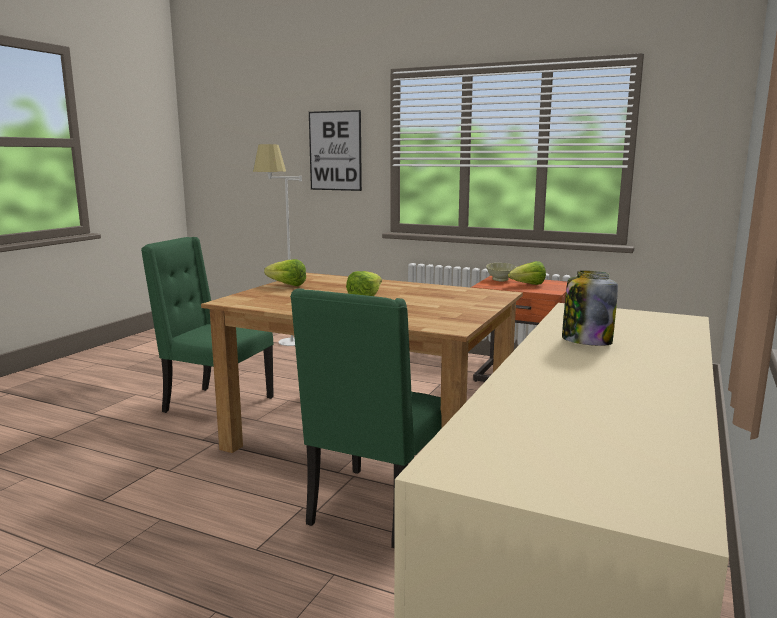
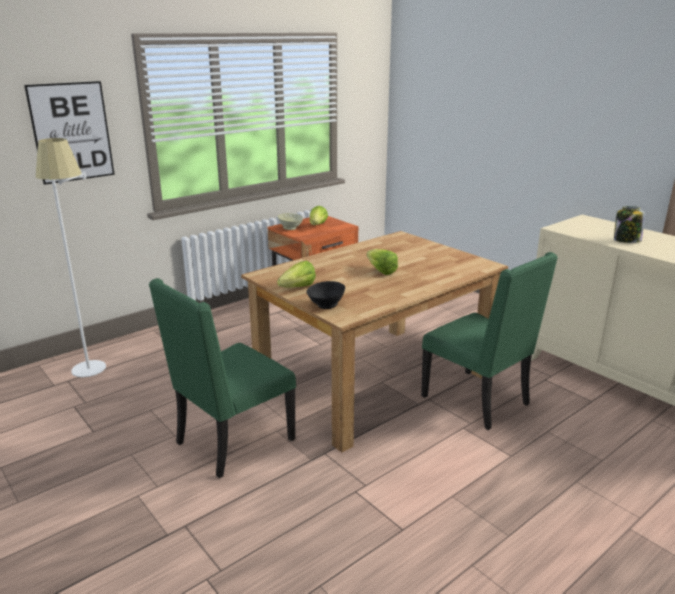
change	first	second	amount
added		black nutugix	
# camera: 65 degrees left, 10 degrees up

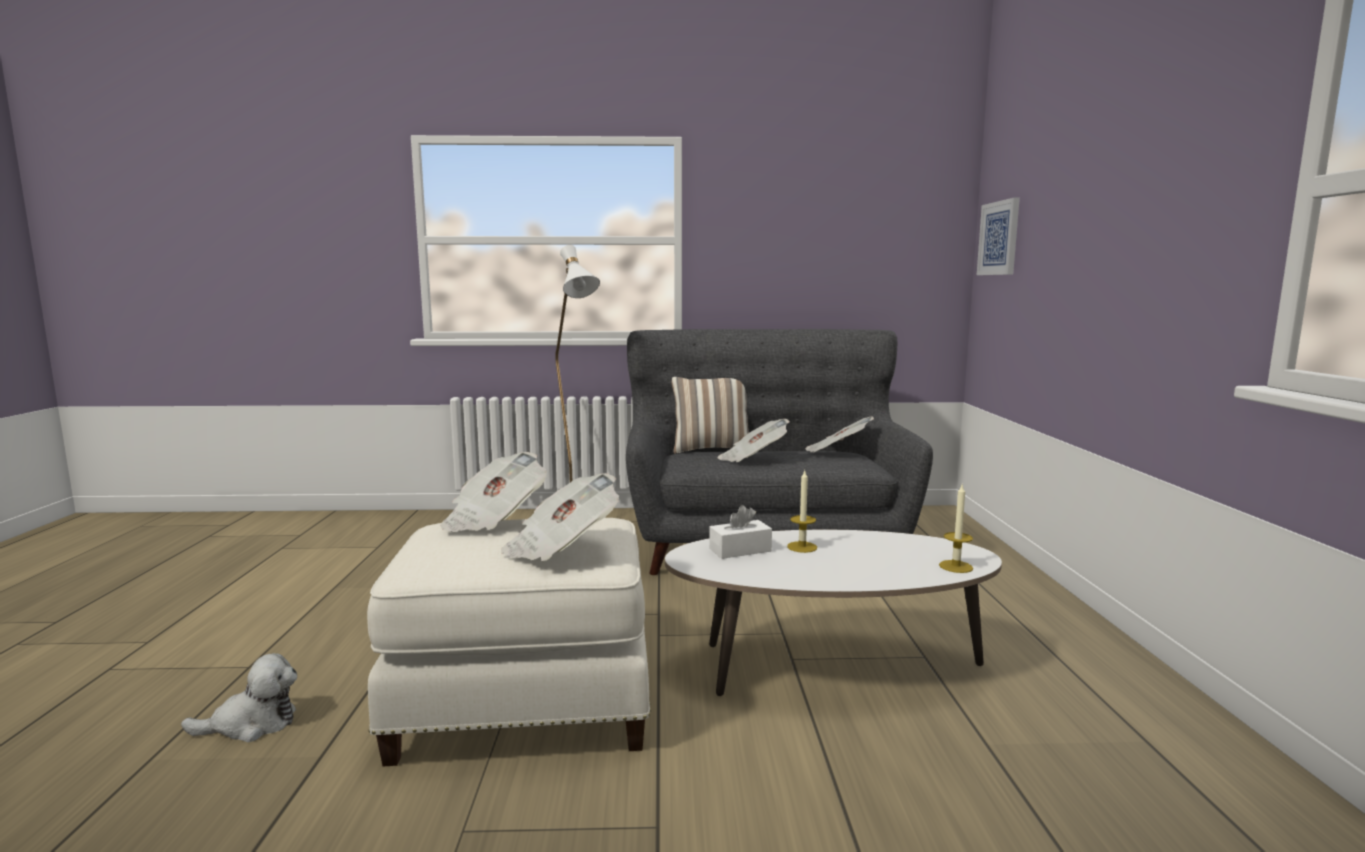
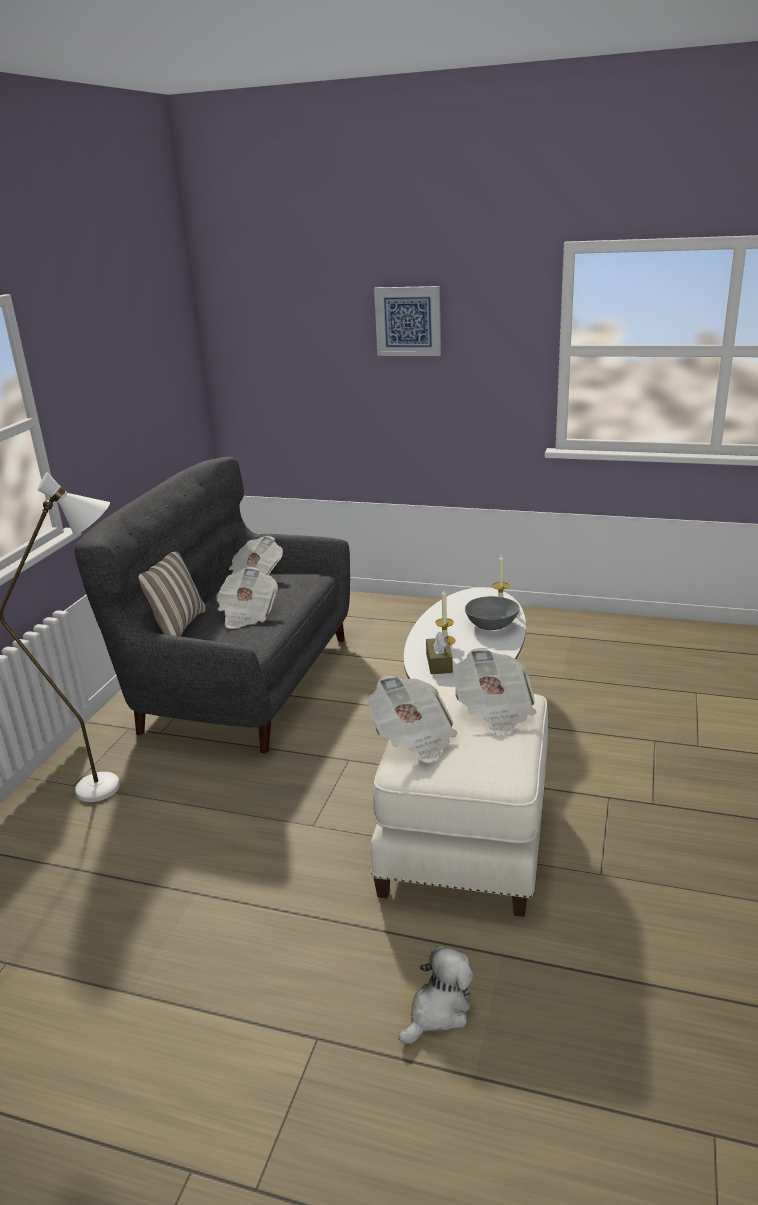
change	first	second	amount
moved	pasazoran		
recoloured	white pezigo	brown pezigo	
turned	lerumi		45 degrees clockwise
added		grey nutugix	
# camera: 70 degrees left, 15 degrees up

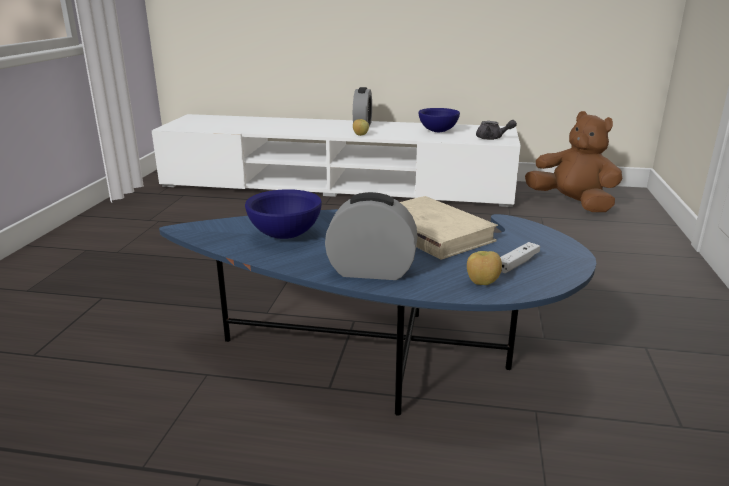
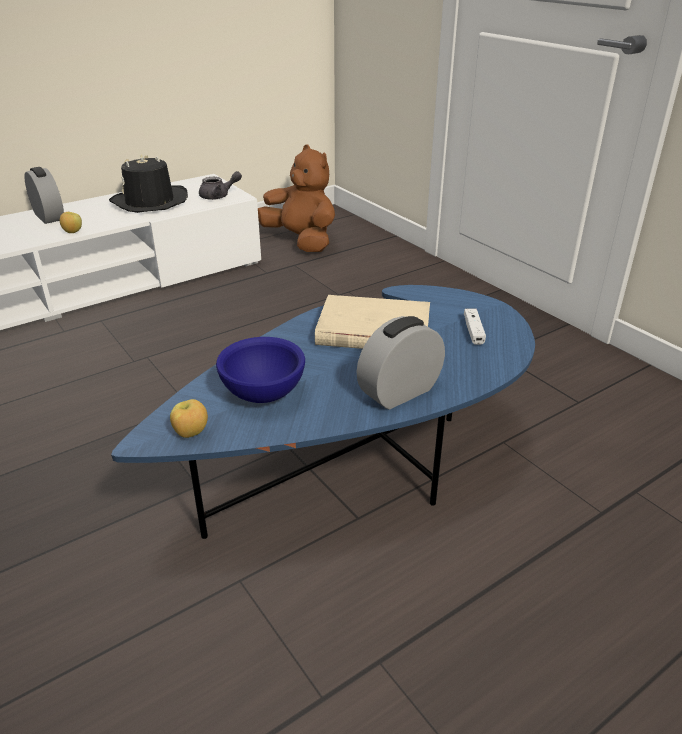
change	first	second	amount
replaced	blue nutugix (2nd from left)	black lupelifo	
turned	brown lerumi		45 degrees clockwise
moved	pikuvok (2nd from left)		
# camera: 45 degrees left, 10 degrees up

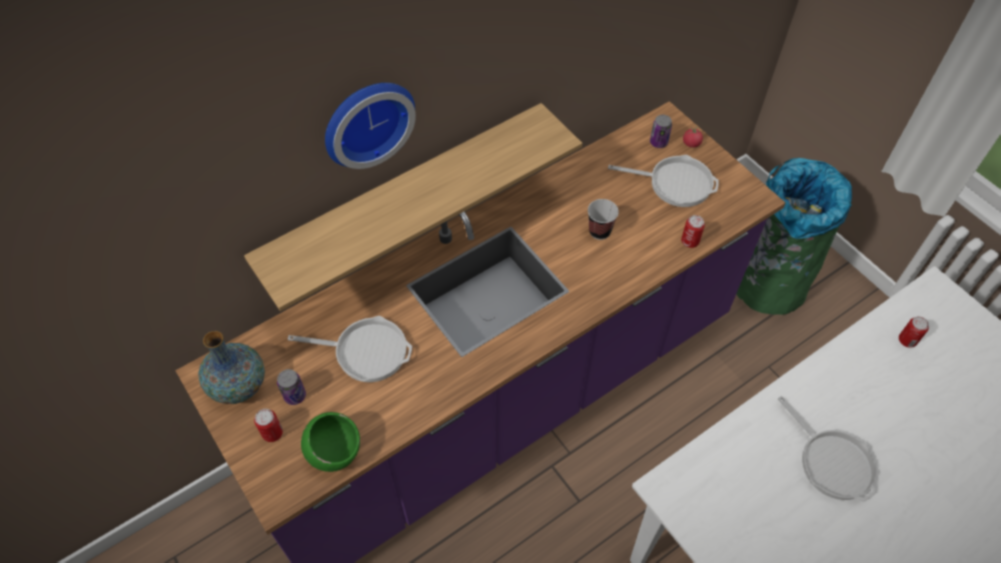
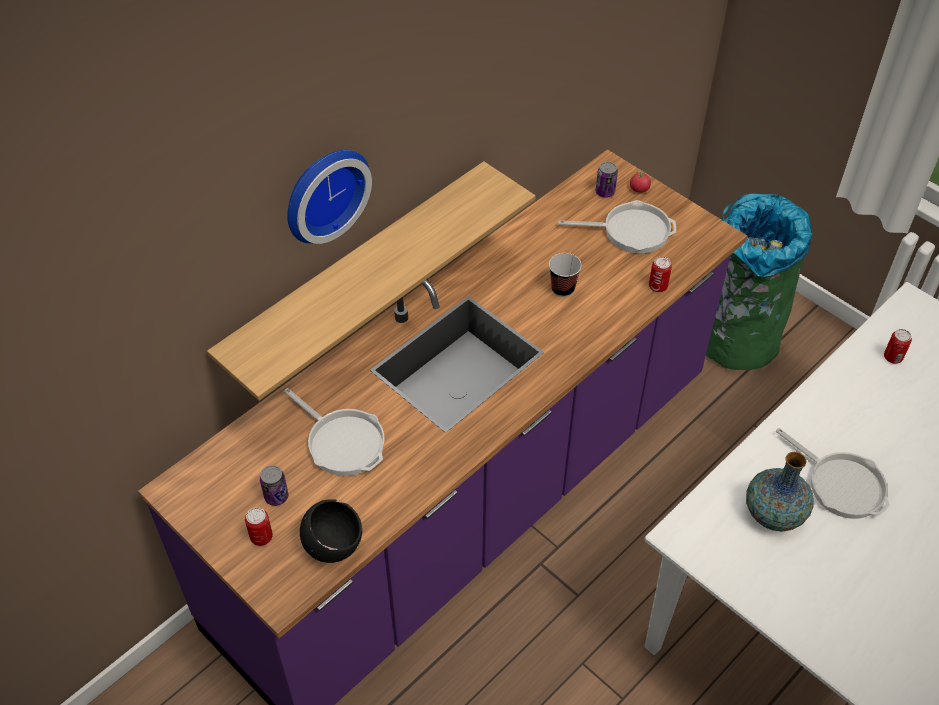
change	first	second	amount
turned	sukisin (1st from left)		45 degrees clockwise
moved	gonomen		
recoloured	green nutugix	black nutugix	
# camera: 10 degrees left, 5 degrees down

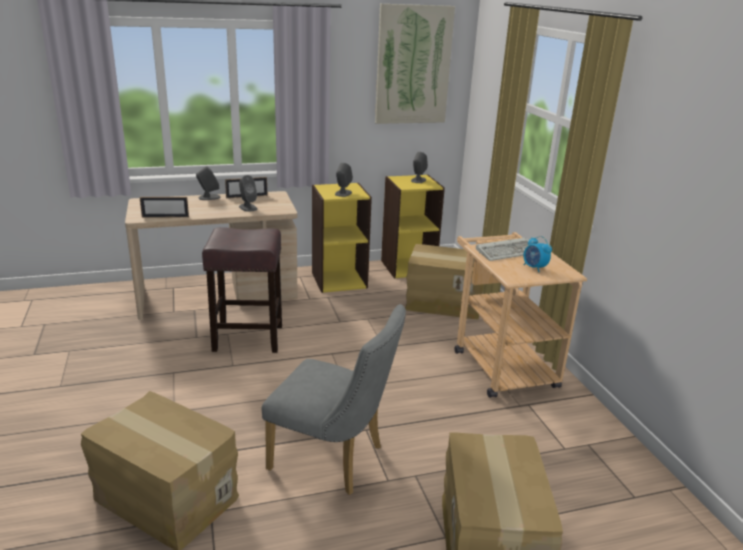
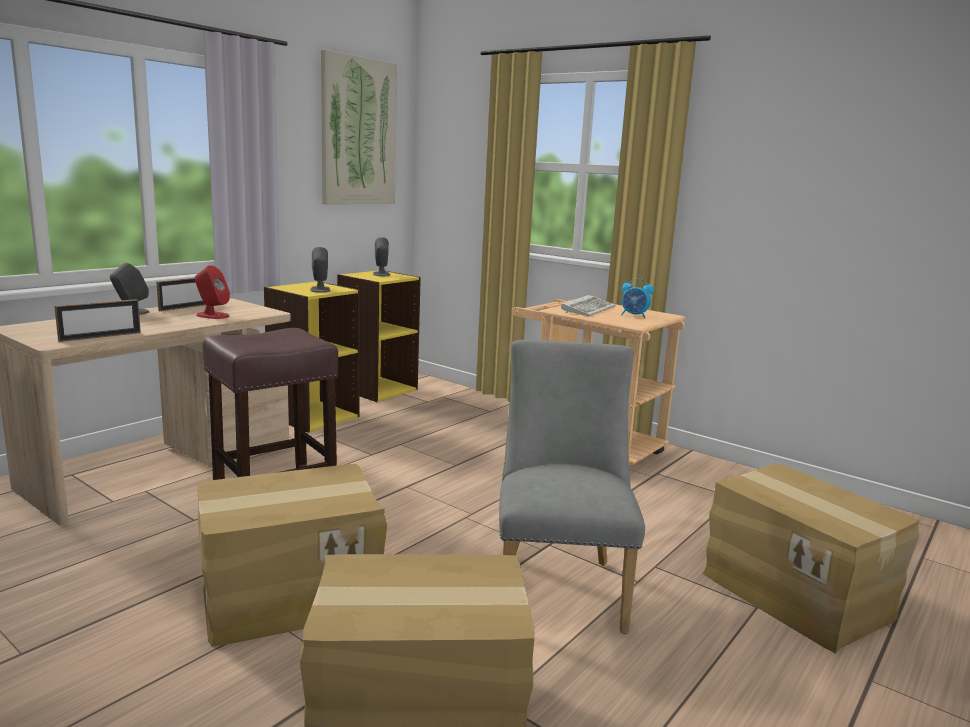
change	first	second	amount
recoloured	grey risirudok (2nd from left)	red risirudok	
moved	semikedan (2nd from left in the first image)	semikedan (1st from left)	
turned	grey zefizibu		75 degrees counterclockwise
# camera: 35 degrees left, 10 degrees down

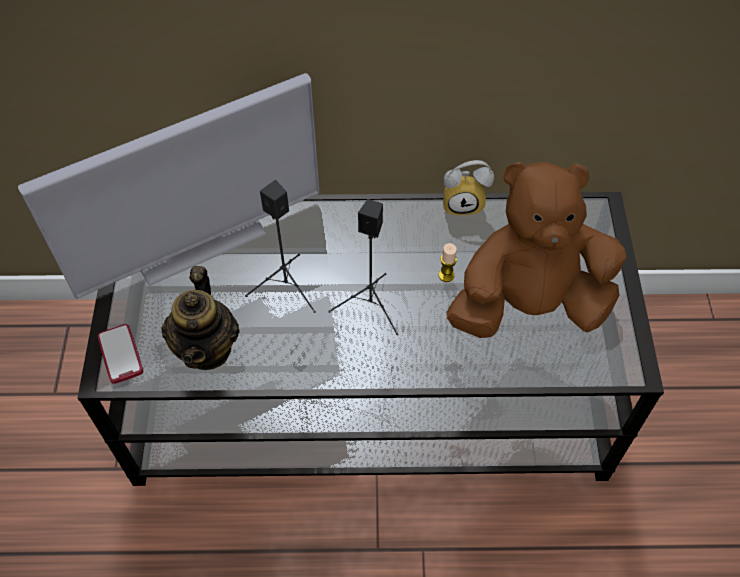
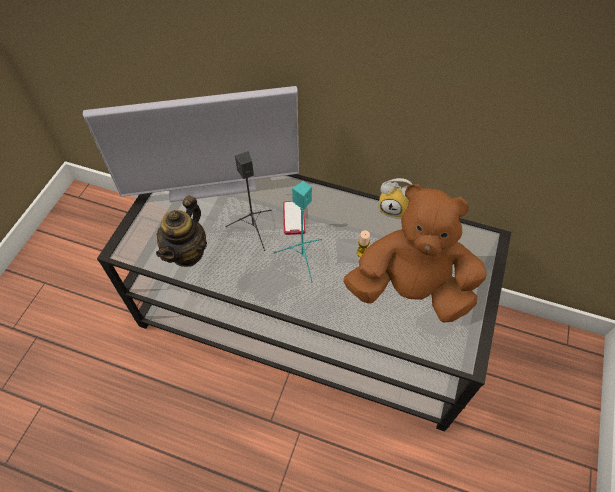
change	first	second	amount
recoloured	black risirudok (2nd from left)	turquoise risirudok	
moved	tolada		
# camera: 20 degrees right, 0 degrees up

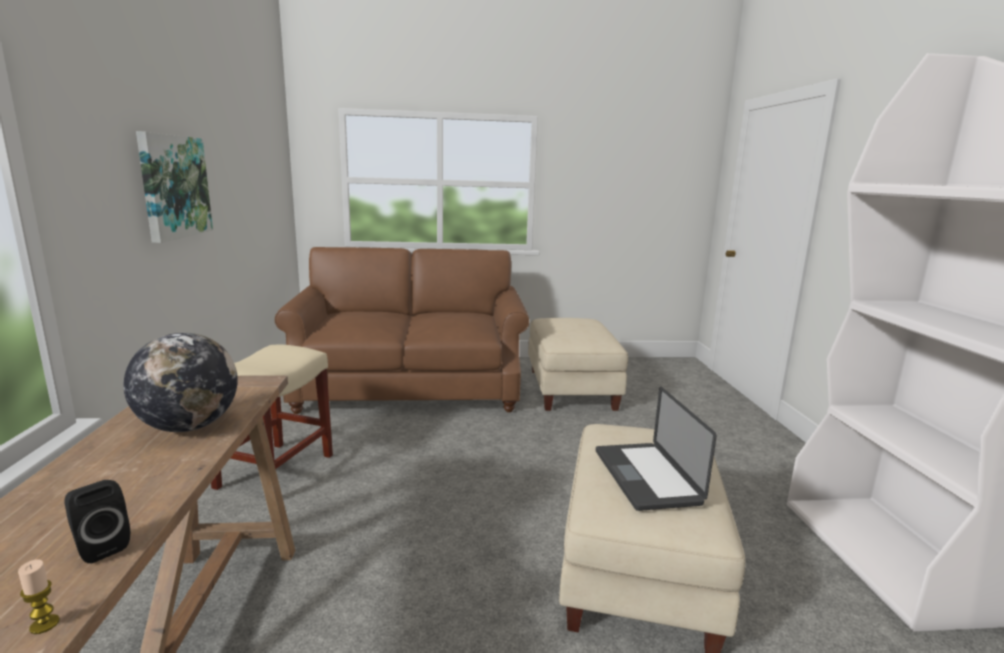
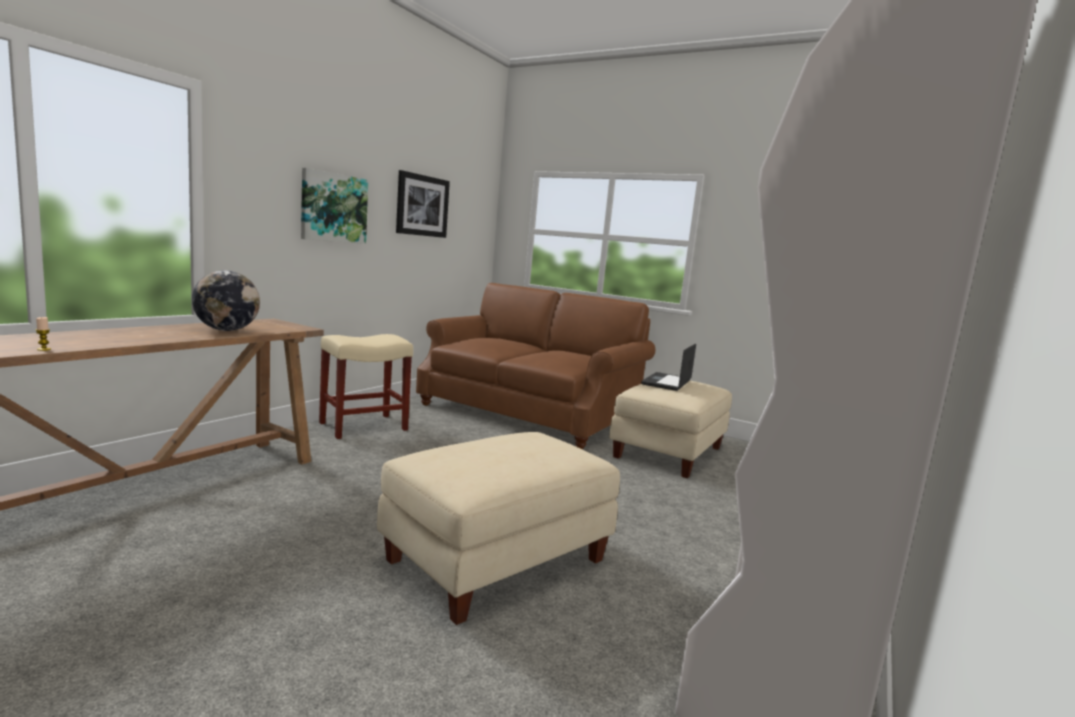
change	first	second	amount
moved	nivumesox		
removed	black risirudok		
added		pasazoran (2nd from left)	
# camera: 35 degrees right, 5 degrees down

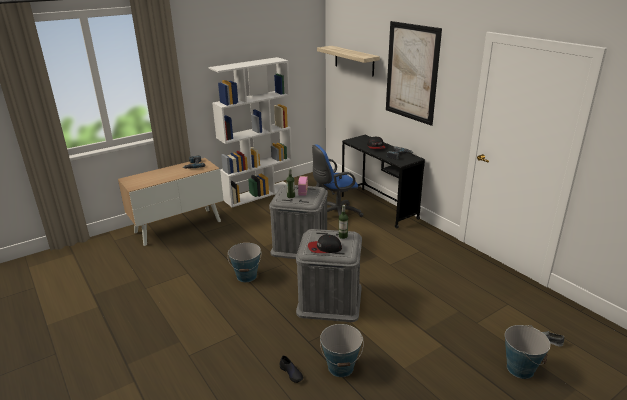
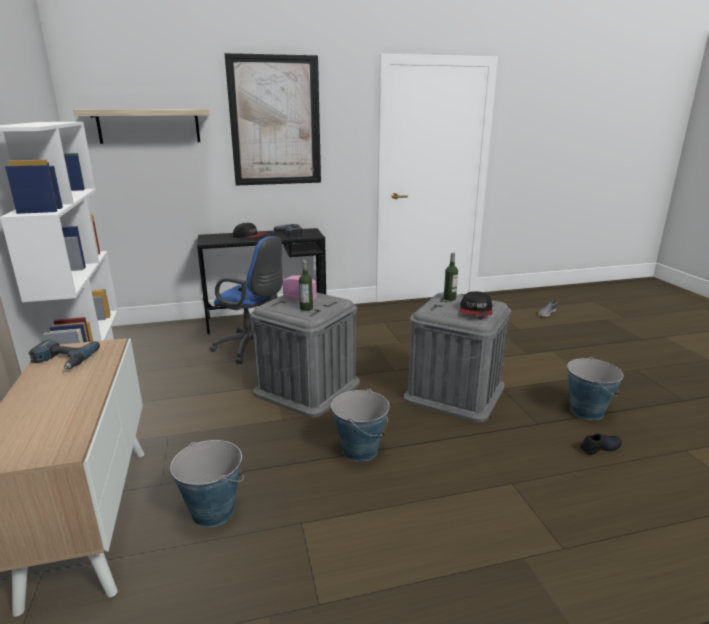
change	first	second	amount
turned	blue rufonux		60 degrees counterclockwise
moved	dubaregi (3rd from left in the first image)	dubaregi (1st from left)	
# camera: 70 degrees left, 5 degrees down

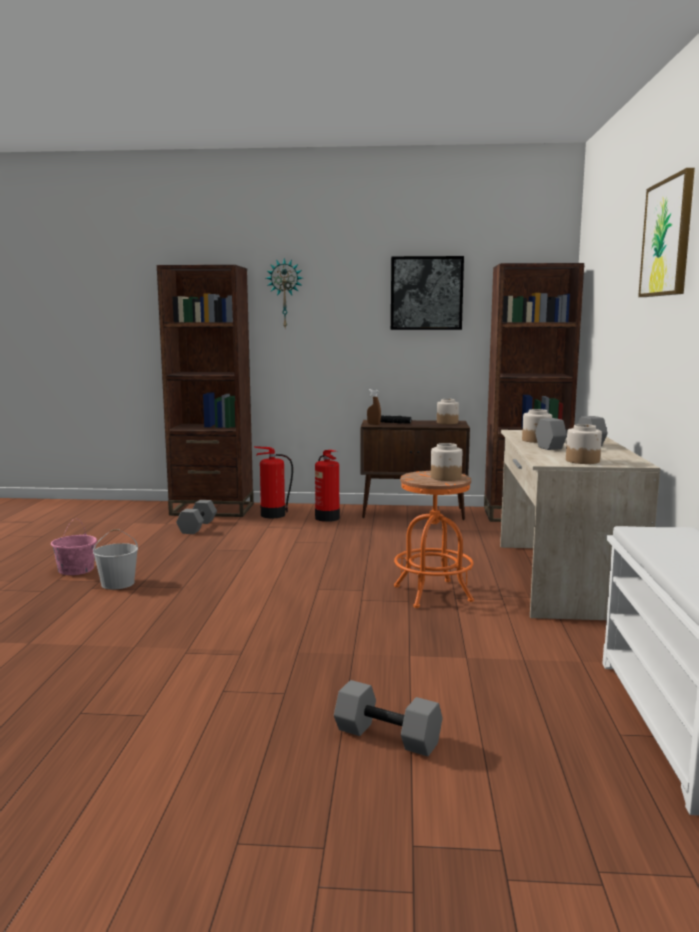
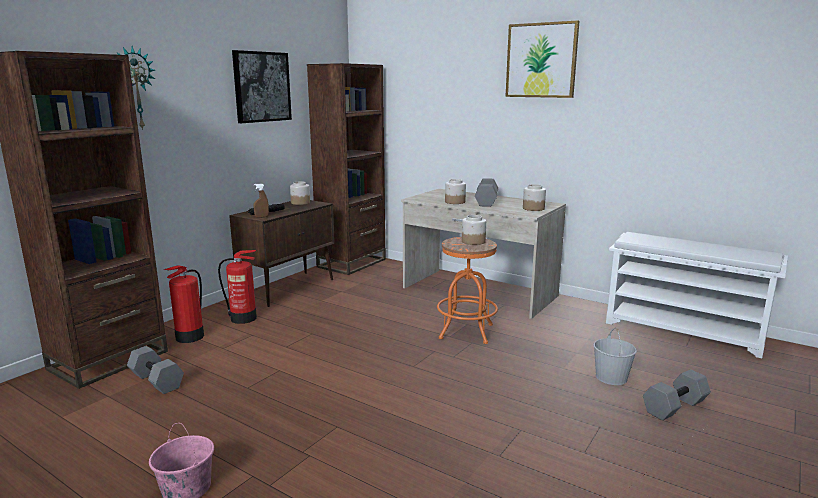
change	first	second	amount
moved	white dubaregi		
# camera: 60 degrees left, 5 degrees up

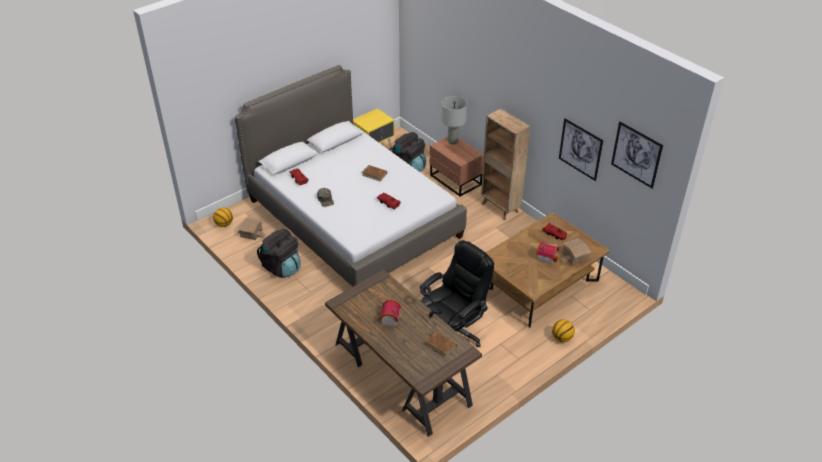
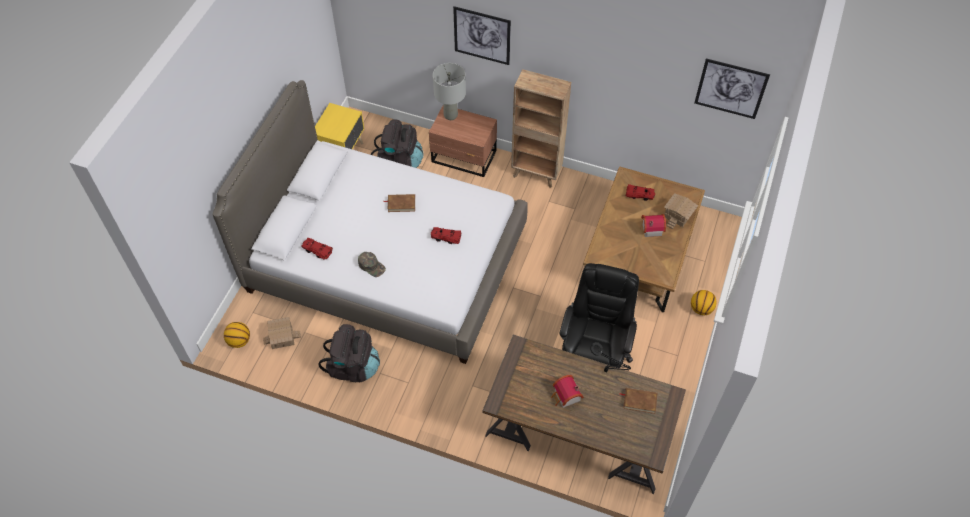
change	first	second	amount
moved	pasazoran (1st from left)		
# camera: 30 degrees left, 15 degrees up

